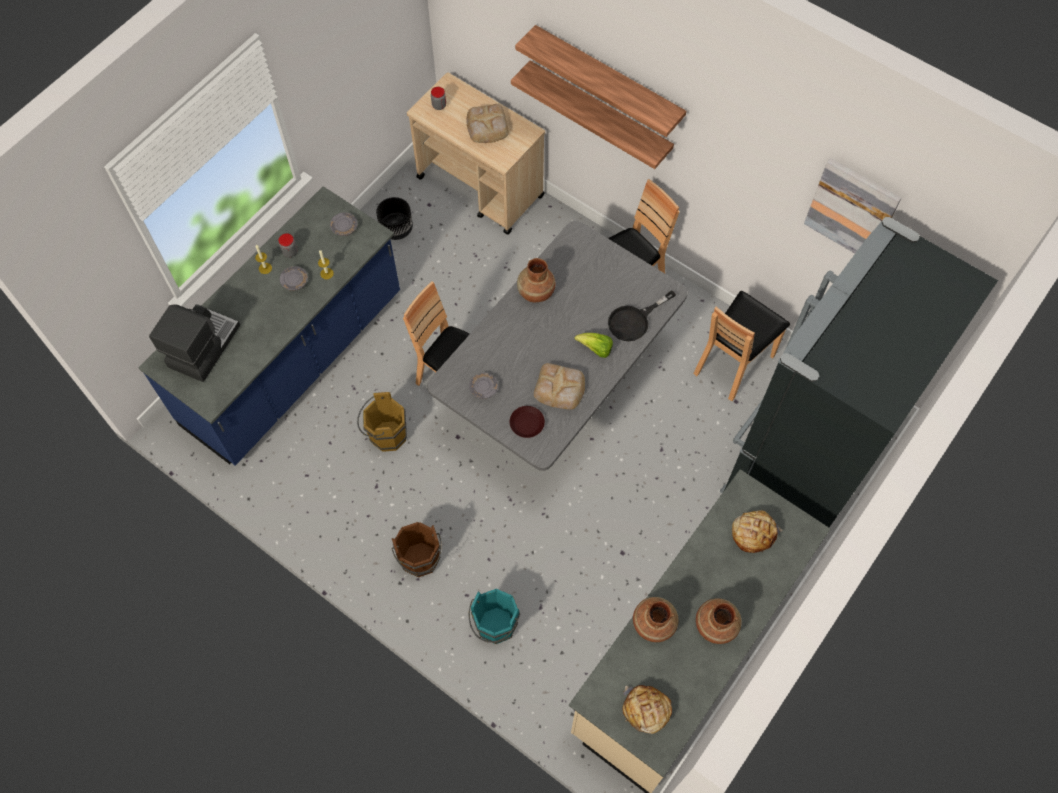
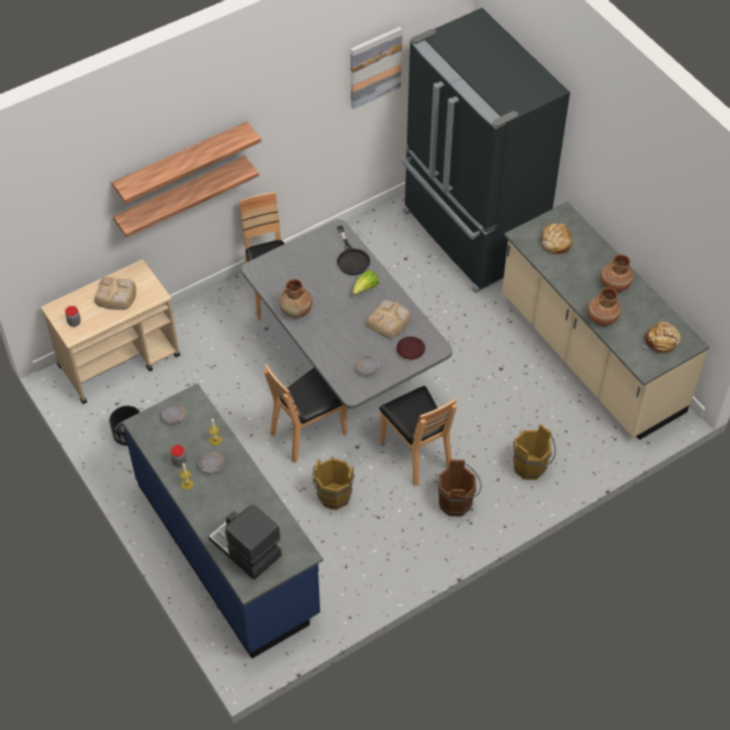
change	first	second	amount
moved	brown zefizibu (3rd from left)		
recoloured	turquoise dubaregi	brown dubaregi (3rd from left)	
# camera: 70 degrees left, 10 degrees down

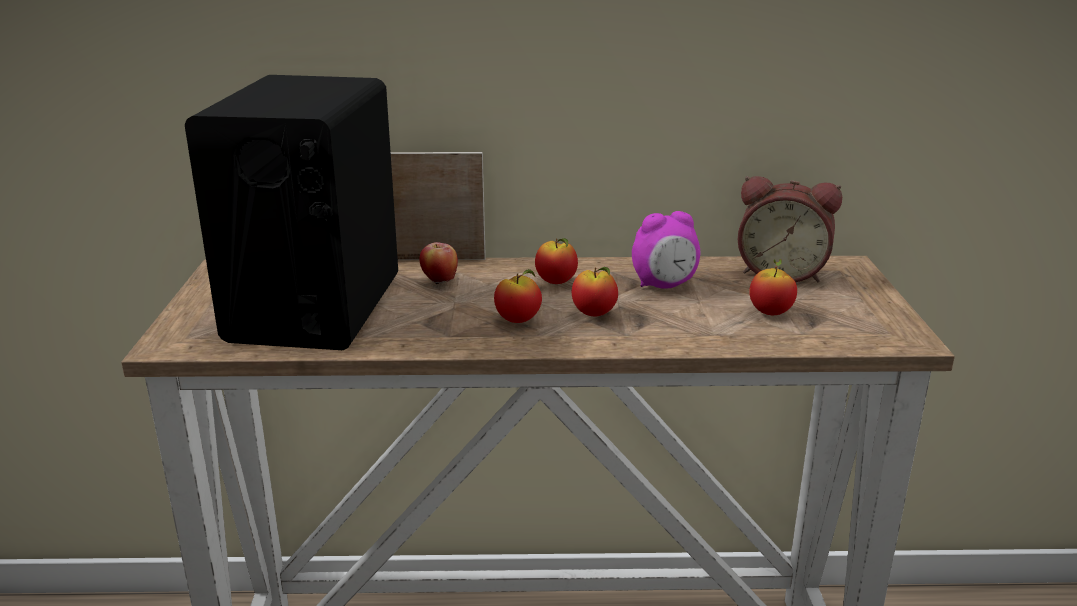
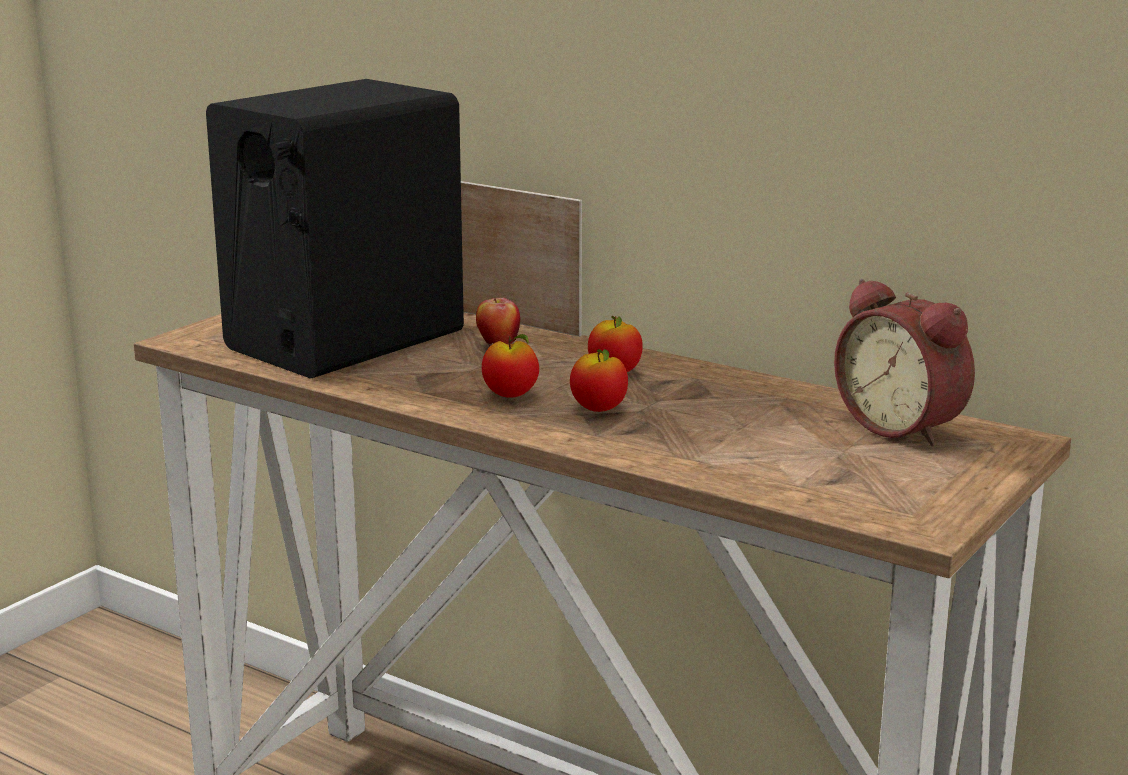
change	first	second	amount
removed	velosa (1st from left)		
removed	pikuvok (5th from left)		
# camera: 35 degrees right, 5 degrees down

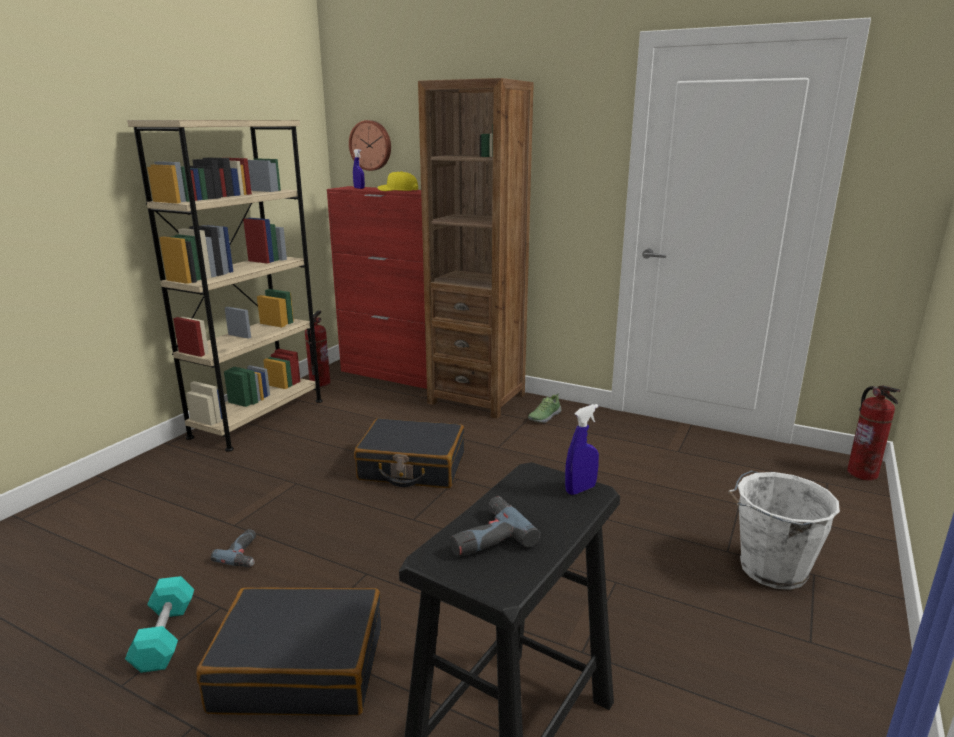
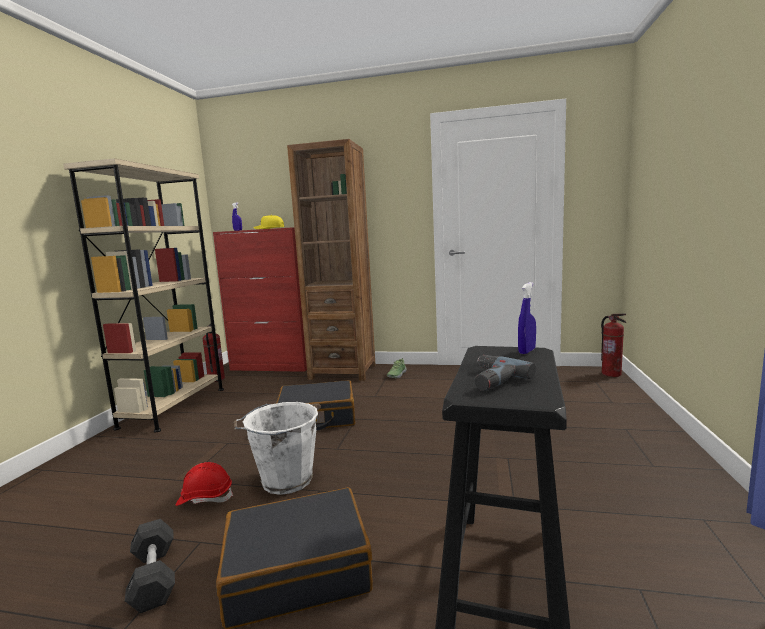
change	first	second	amount
removed	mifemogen		
moved	white dubaregi		
replaced	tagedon (1st from left)	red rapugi	
recoloured	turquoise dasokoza	grey dasokoza	
# camera: 15 degrees left, 10 degrees down

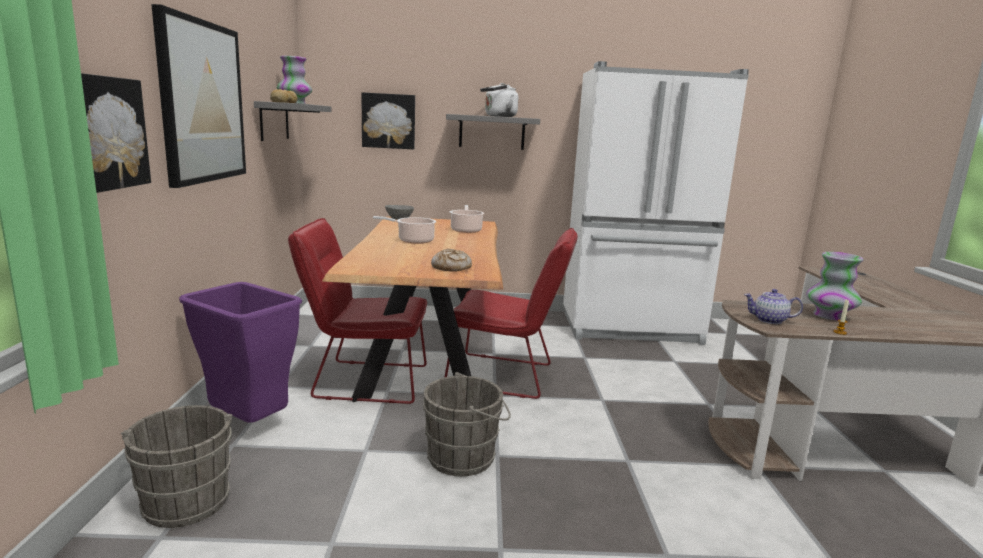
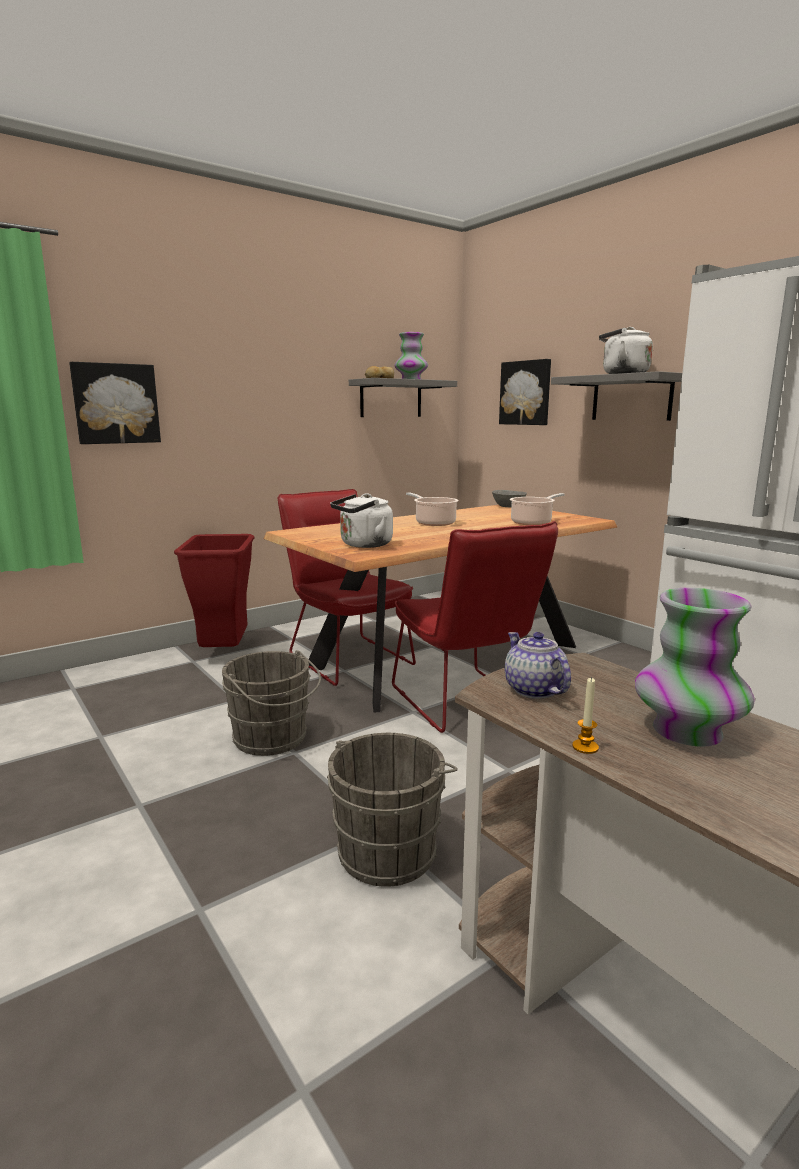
change	first	second	amount
removed	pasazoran (2nd from left)		
replaced	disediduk (2nd from left)	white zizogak (1st from left)	
recoloured	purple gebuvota	red gebuvota	
moved	grey dubaregi (1st from left in the first image)	grey dubaregi (2nd from left)	
# camera: 55 degrees right, 0 degrees up

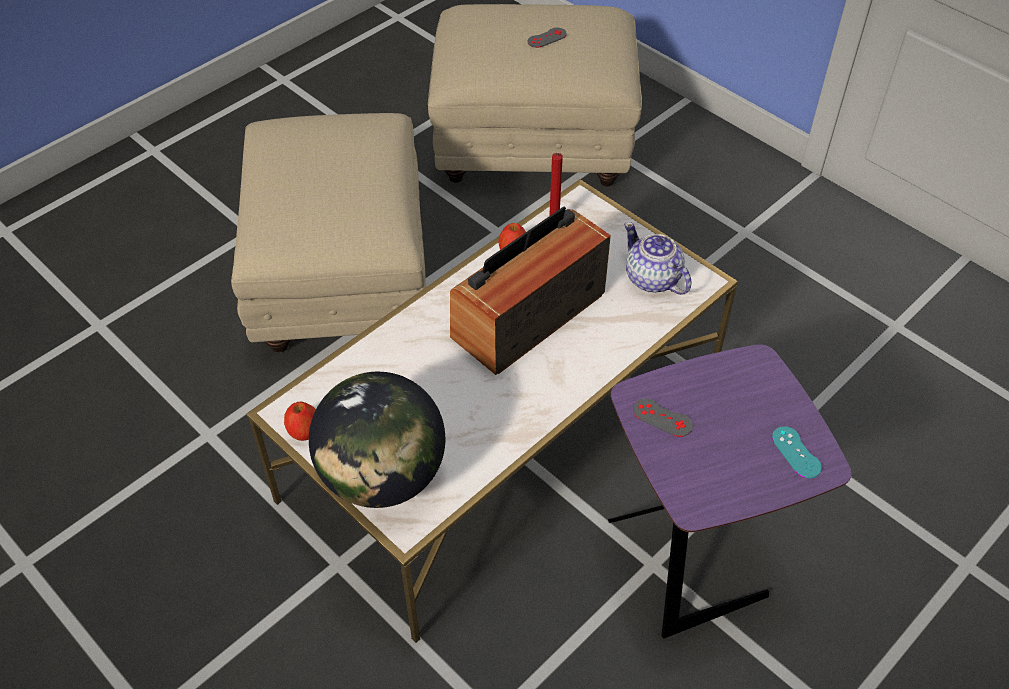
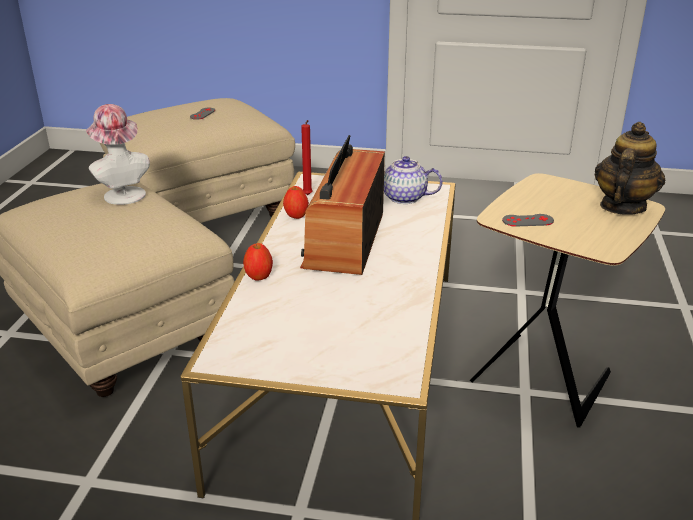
change	first	second	amount
recoloured	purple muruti	beige muruti	
removed	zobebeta		
moved	pikuvok (1st from left)		
replaced	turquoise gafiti	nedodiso (2nd from left)	
added		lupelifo	
# camera: 35 degrees left, 20 degrees down

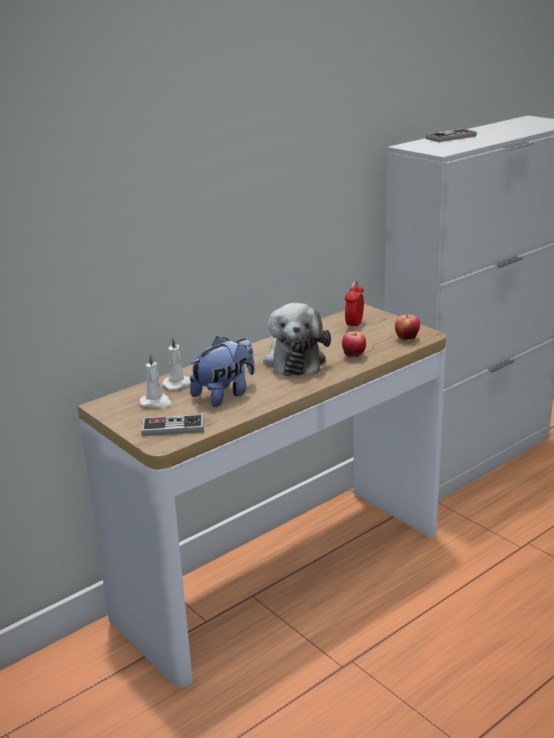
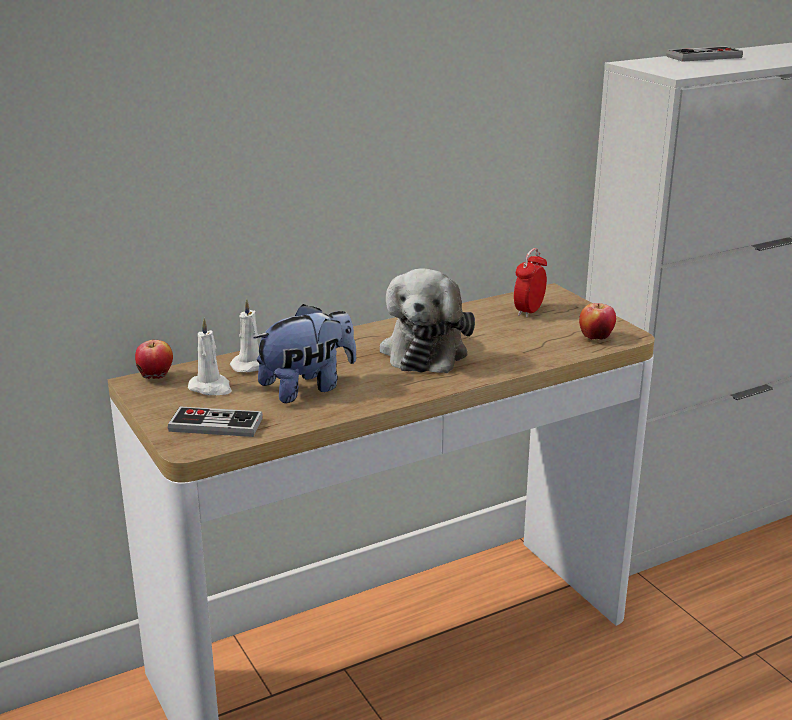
change	first	second	amount
moved	pikuvok (1st from left)		
# camera: 10 degrees right, 0 degrees up

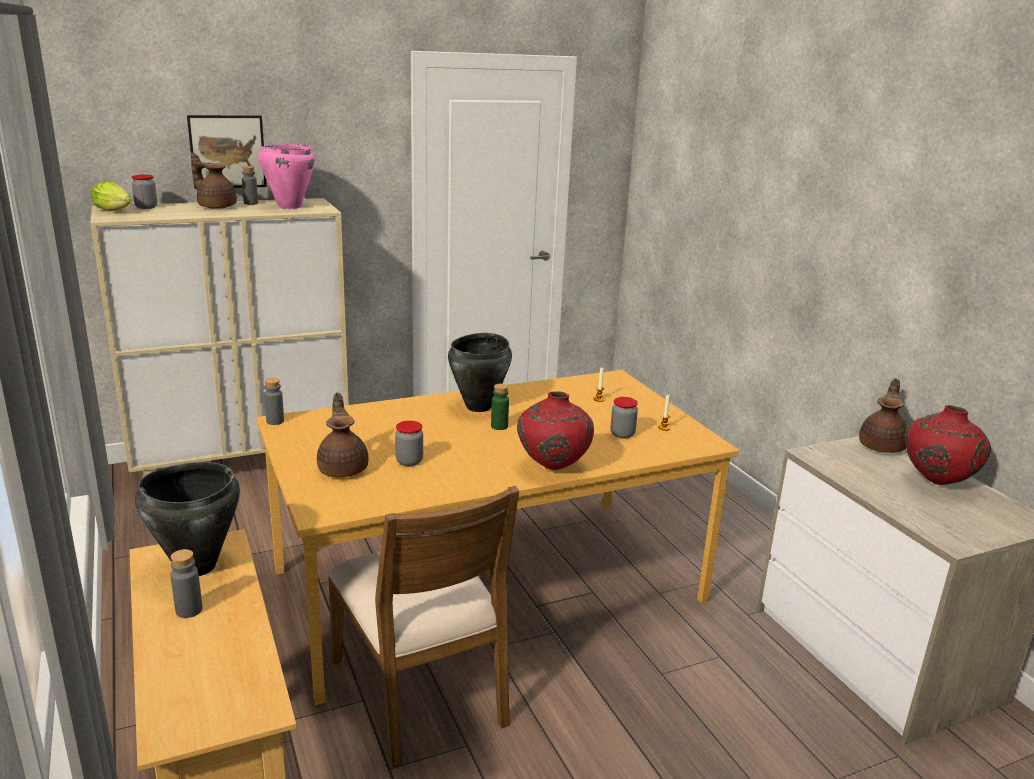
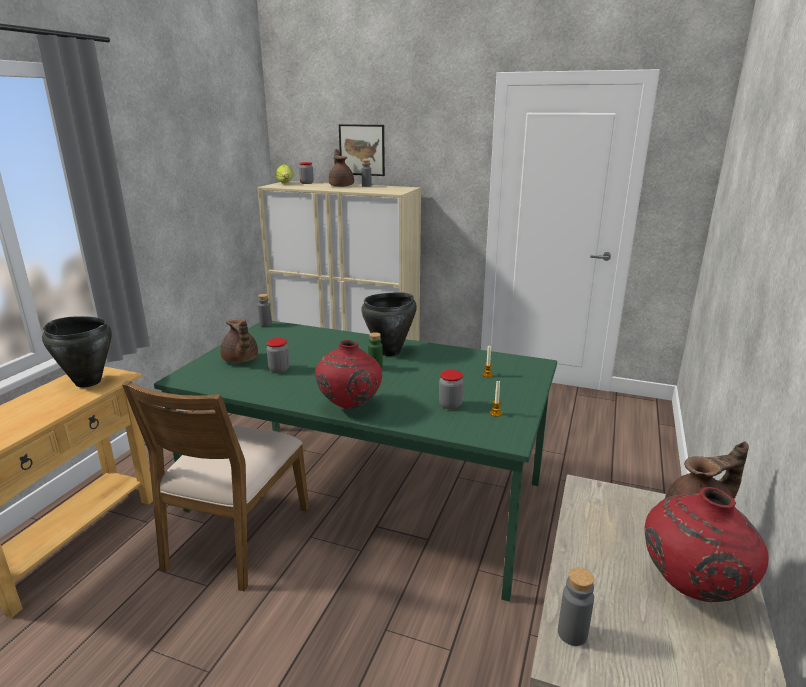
change	first	second	amount
removed	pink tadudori		
recoloured	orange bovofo	green bovofo	
turned	brown nedodiso (2nd from left in the first image)	brown nedodiso (1st from left)	120 degrees clockwise
moved	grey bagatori (1st from left in the first image)	grey bagatori (3rd from left)	
# camera: 45 degrees right, 0 degrees up

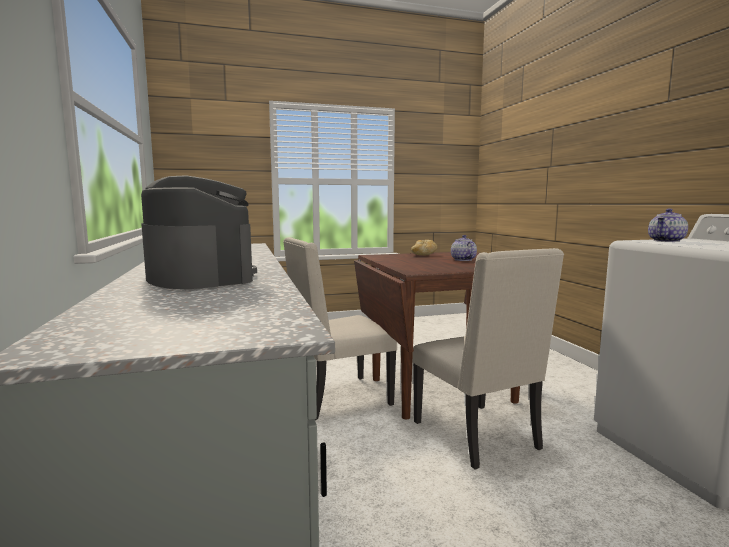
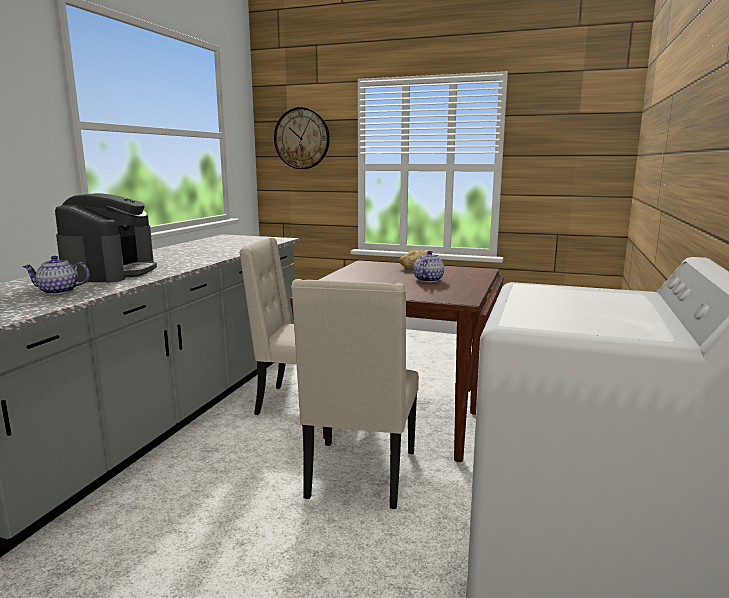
change	first	second	amount
moved	nedodiso (2nd from left in the first image)	nedodiso (1st from left)	
added		mifemogen	
# camera: 35 degrees right, 5 degrees up

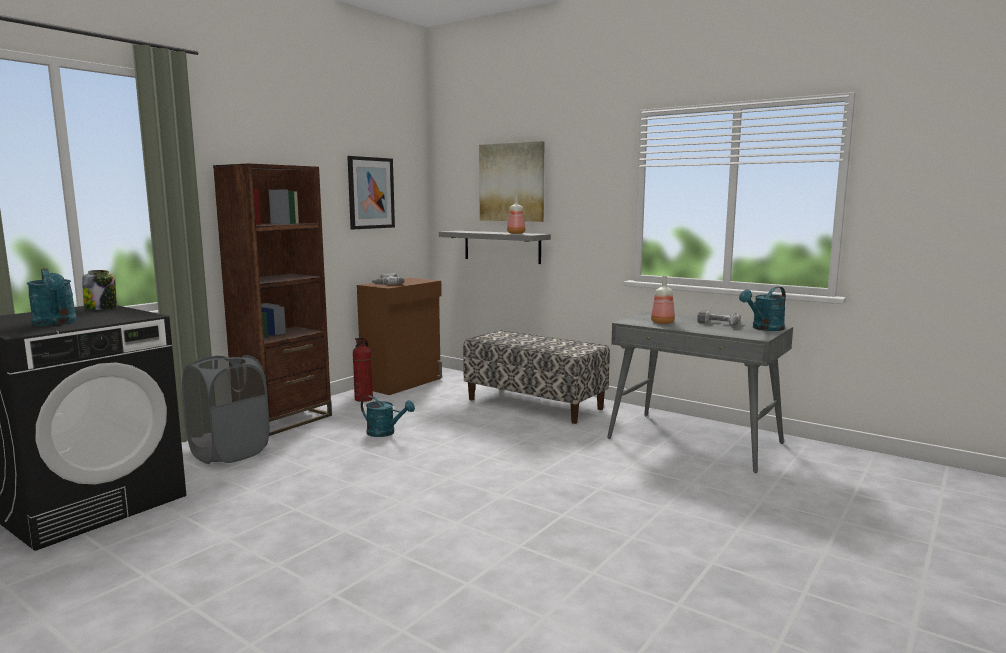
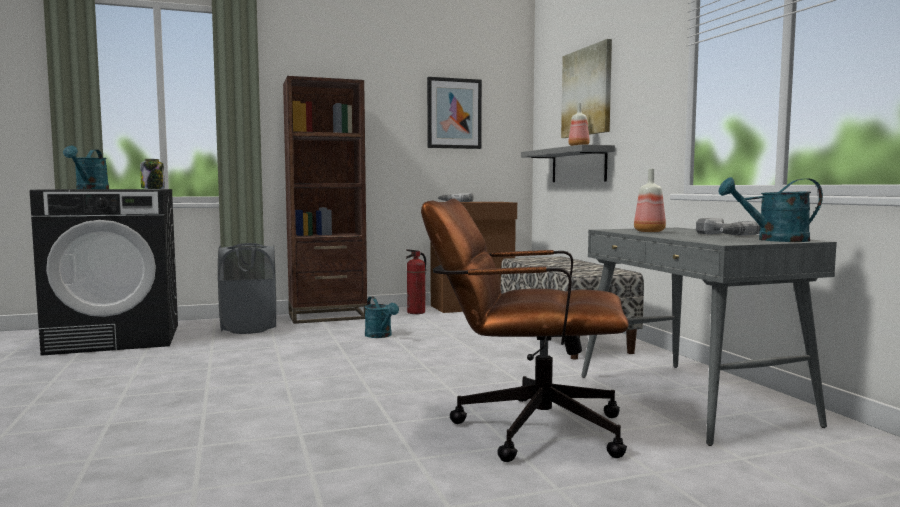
change	first	second	amount
added		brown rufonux	
# camera: 35 degrees right, 5 degrees down

